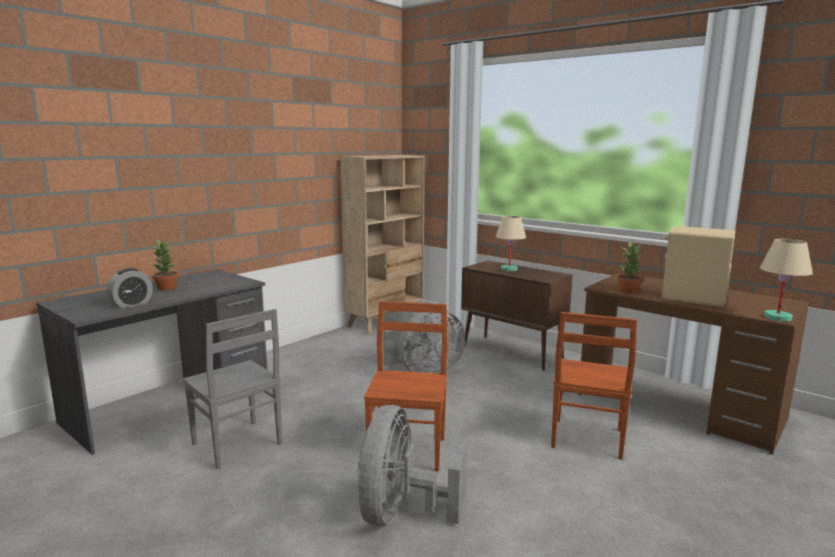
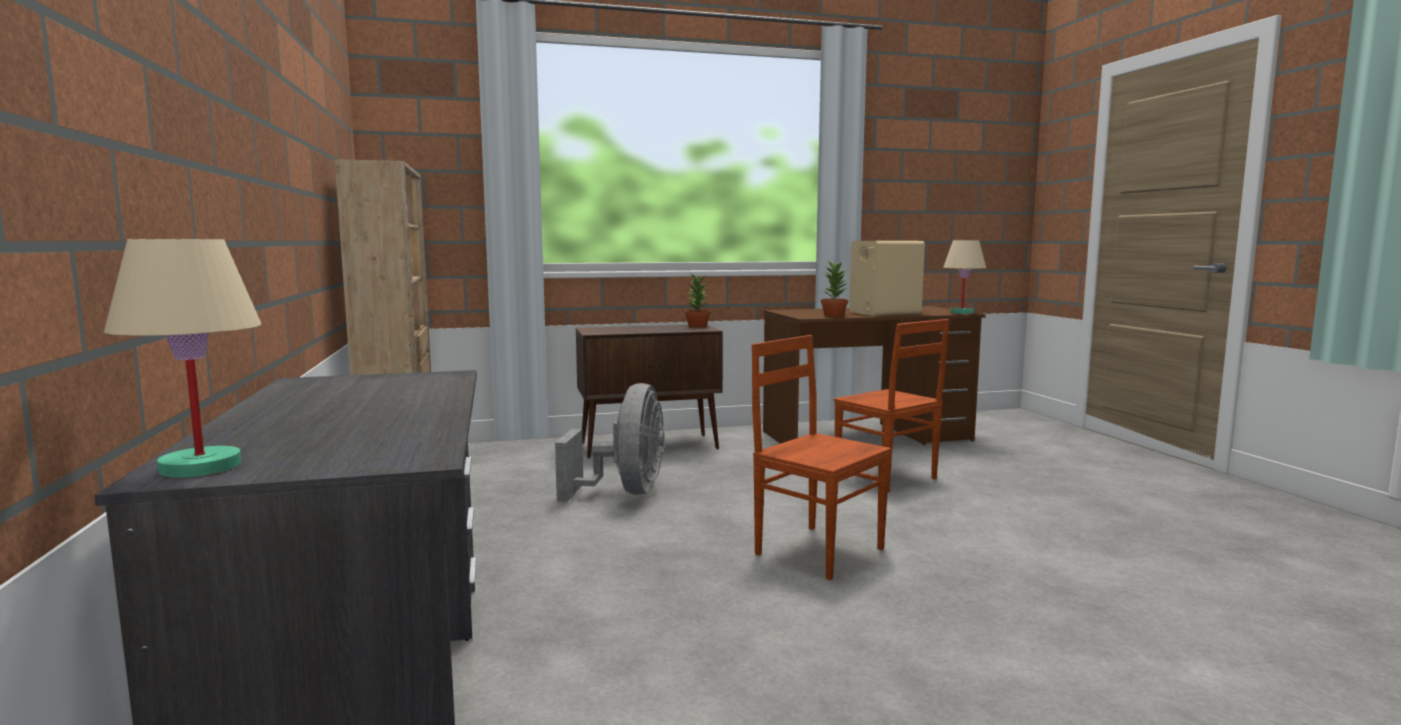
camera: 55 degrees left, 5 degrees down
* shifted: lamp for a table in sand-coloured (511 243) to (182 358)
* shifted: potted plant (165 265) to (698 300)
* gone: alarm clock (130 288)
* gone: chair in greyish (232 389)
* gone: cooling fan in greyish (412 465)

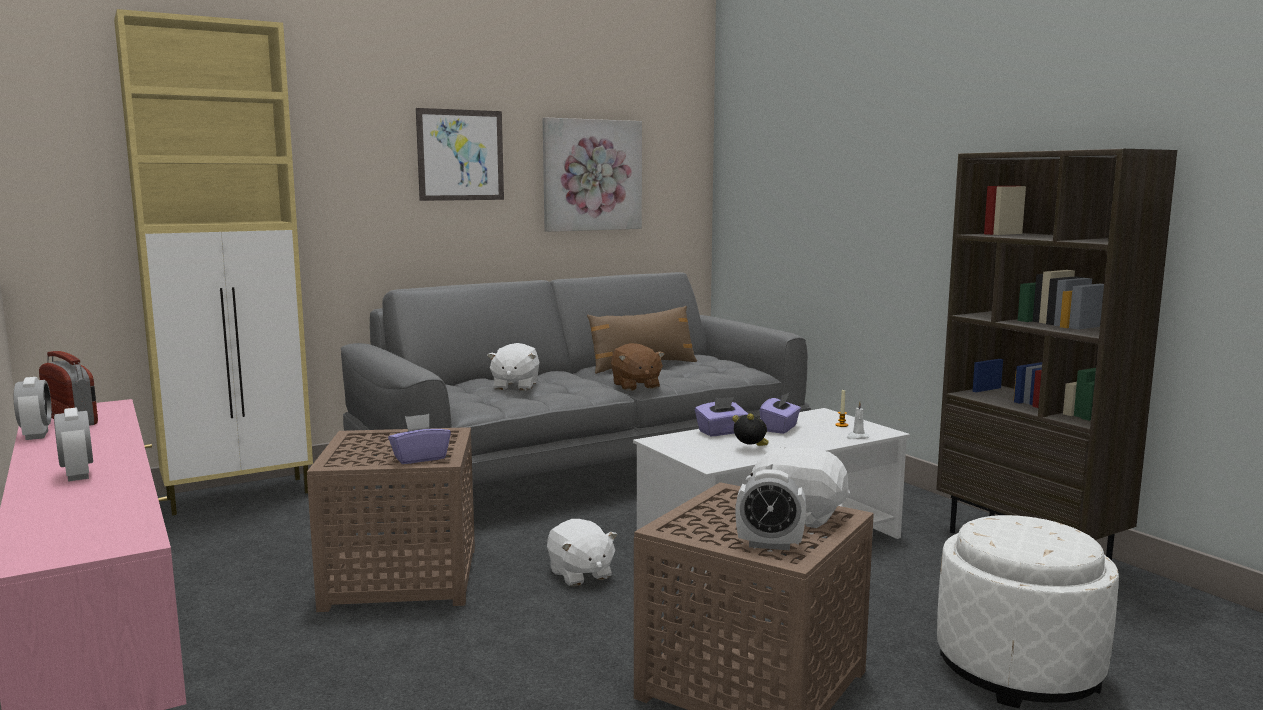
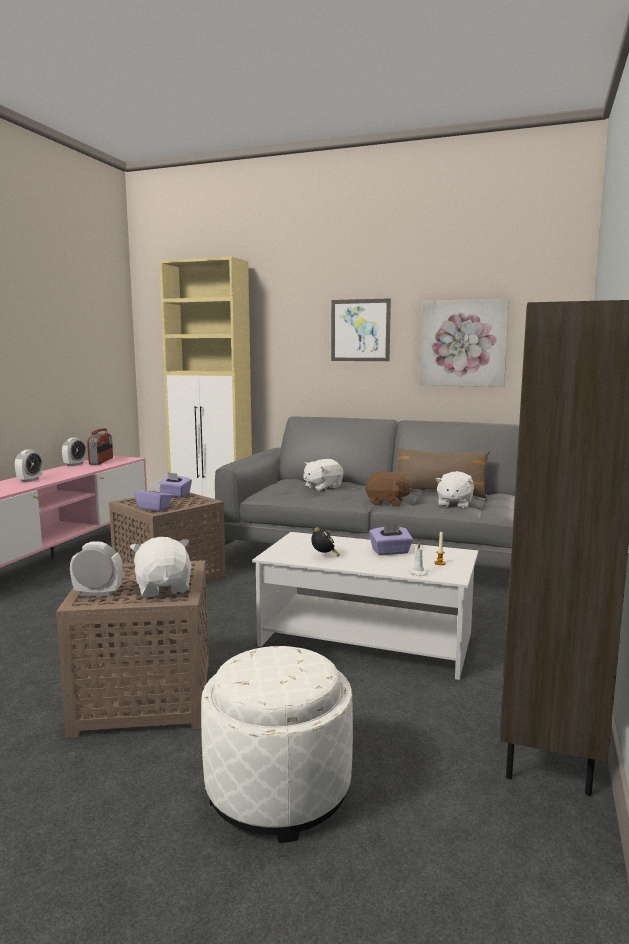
camera: 50 degrees right, 0 degrees up
* rotated: alarm clock (770 510) = (96 568) 120 degrees clockwise
* shifted: tissue box in purplish (721 416) to (175 484)
* rotated: soft toy in brownish (637 367) = (389 488) 105 degrees counterclockwise
* shifted: soft toy in white (582 553) to (454 489)

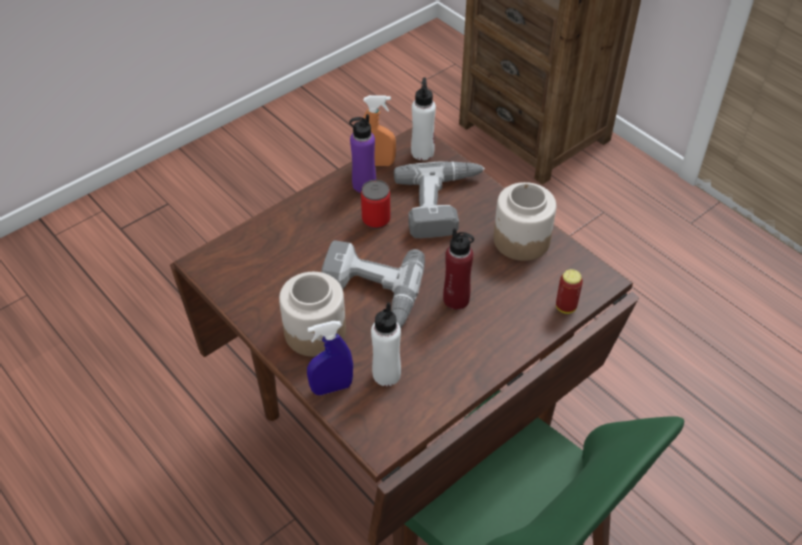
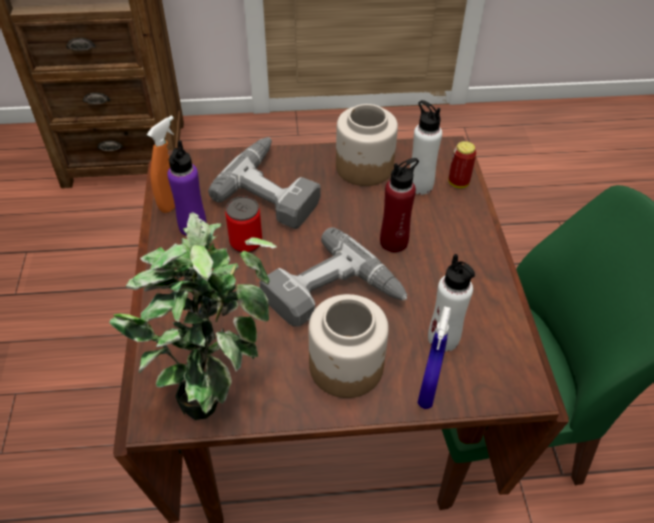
camera: 55 degrees left, 0 degrees up
* new: potted plant (193 316)
* shifted: bottle in white (423 118) to (426 147)

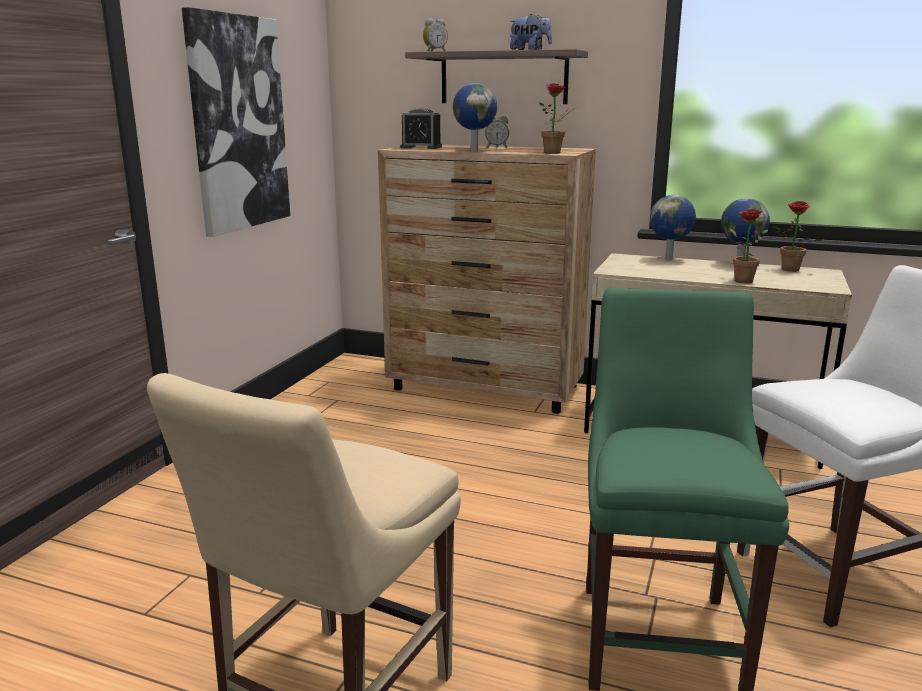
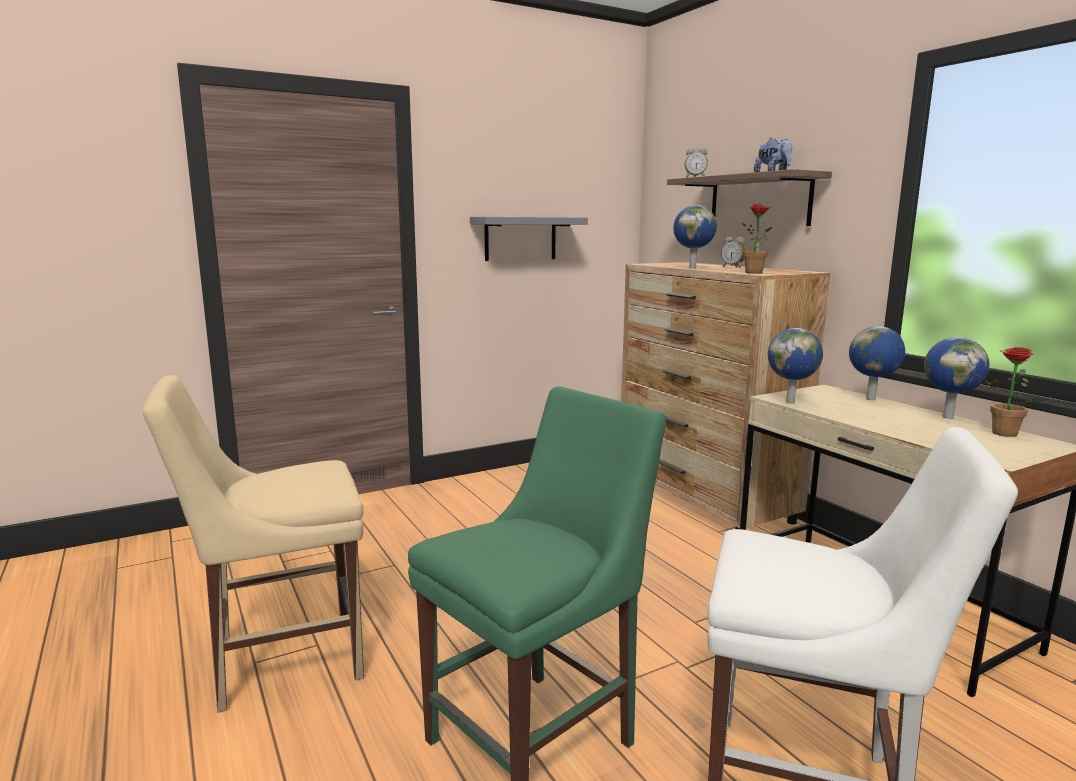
camera: 40 degrees right, 5 degrees down
* swapped: wall art (236 122) to shelf in greyish (529 239)
* new: desk globe (795 366)
* gone: alarm clock (421 129)
* gone: potted plant (749 246)

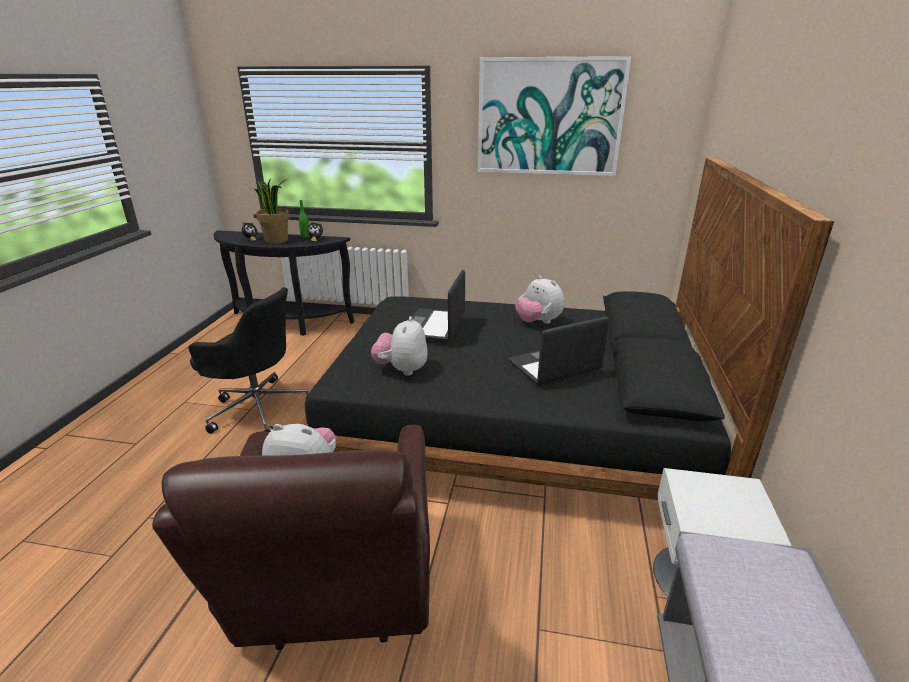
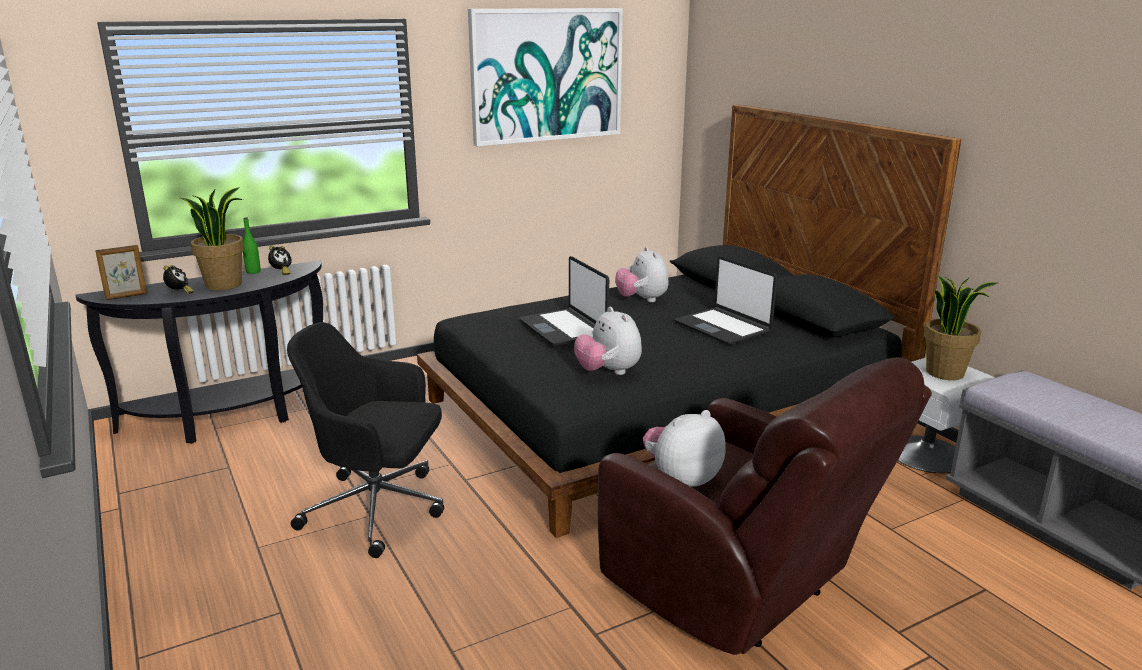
camera: 40 degrees left, 5 degrees down
* new: photo frame (121 272)
* rotated: desk chair in black-coloured (248 360) = (365 440) 150 degrees counterclockwise
* rotated: soft toy (539 299) = (642 274) 60 degrees clockwise
* rotated: laptop (559 350) = (726 300) 60 degrees counterclockwise
* new: potted plant (961 327)

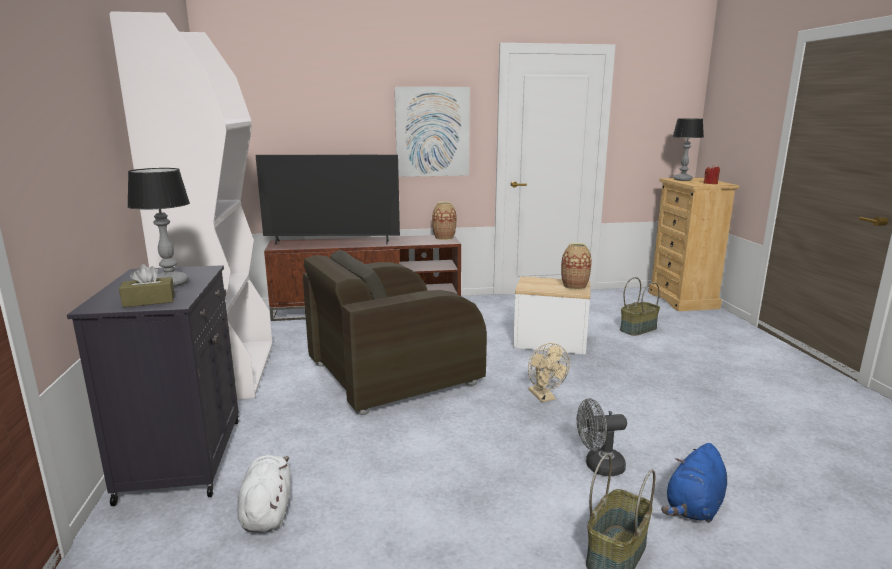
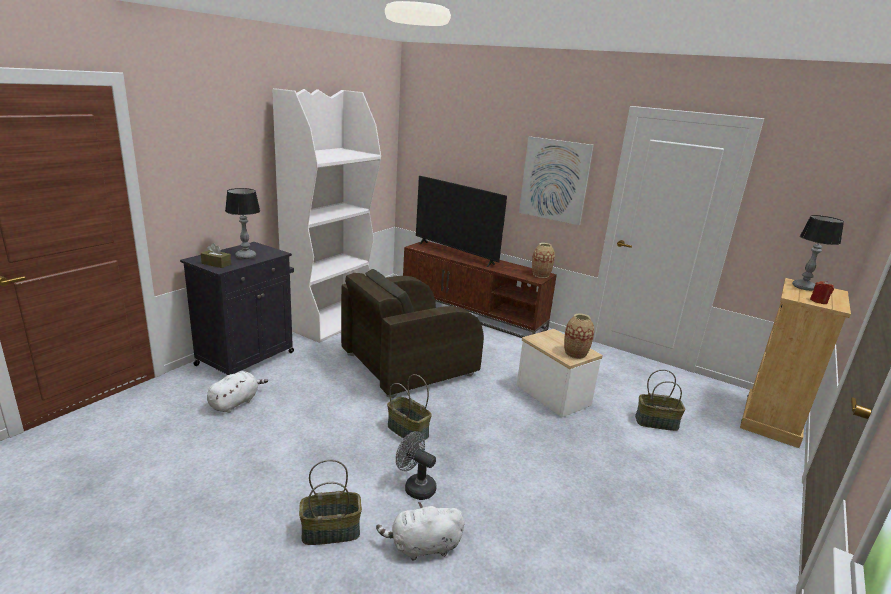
camera: 40 degrees right, 5 degrees up
* rotated: armchair in brownish (395 332) = (412 333) 45 degrees counterclockwise
* repainted: soft toy in bluish (694 483) to soft toy in white (420 531)
* new: basket (409 409)
* gone: cooling fan in sand-coloured (549 372)

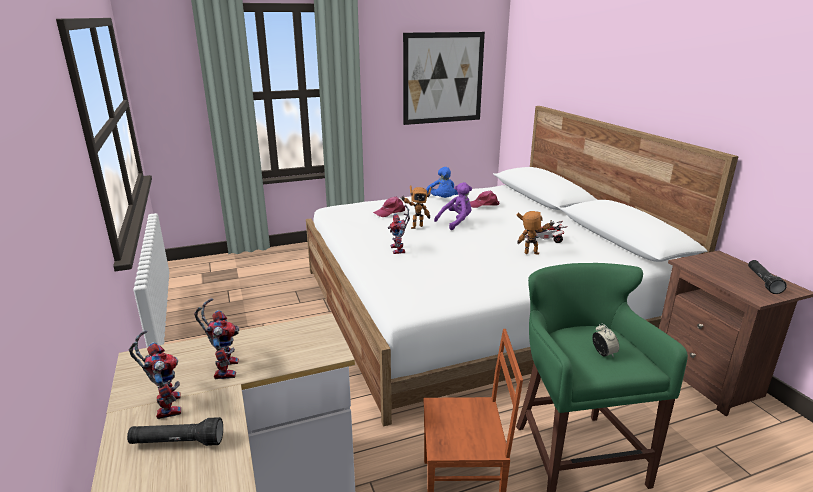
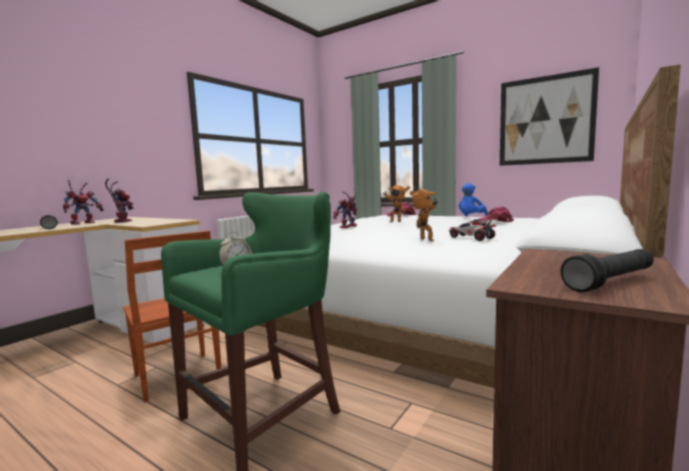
camera: 55 degrees right, 15 degrees down
* rotated: toy robot (216 338) = (119 200) 60 degrees counterclockwise
* gone: soft toy in purplish (453 206)

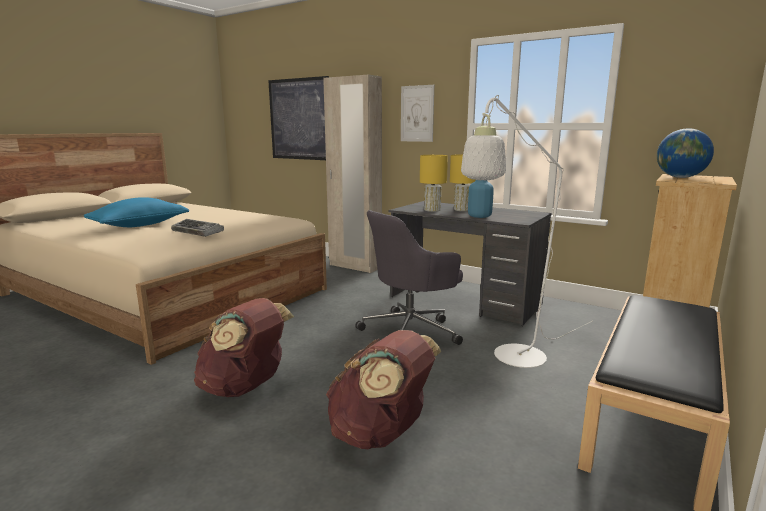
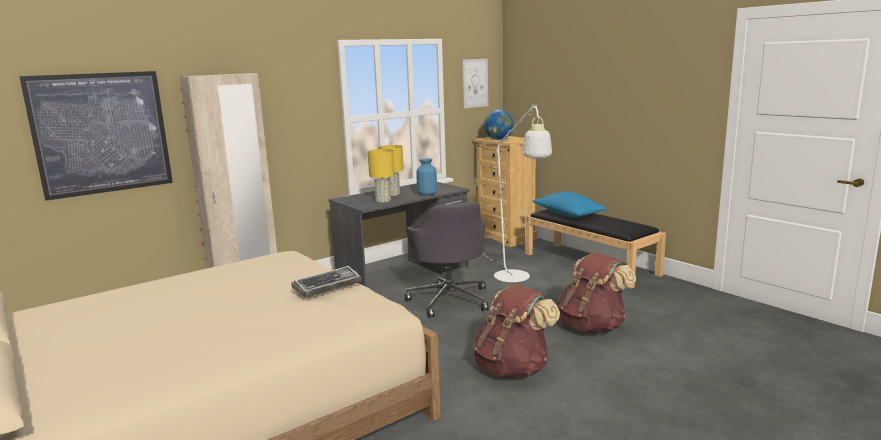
camera: 70 degrees left, 0 degrees up
* shifted: wall art (417 113) to (475 83)
* shifted: pillow in bluish (136 212) to (570 204)

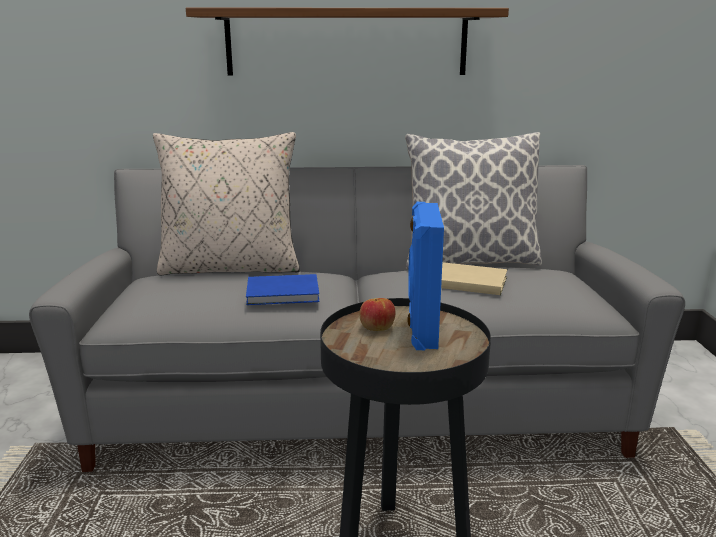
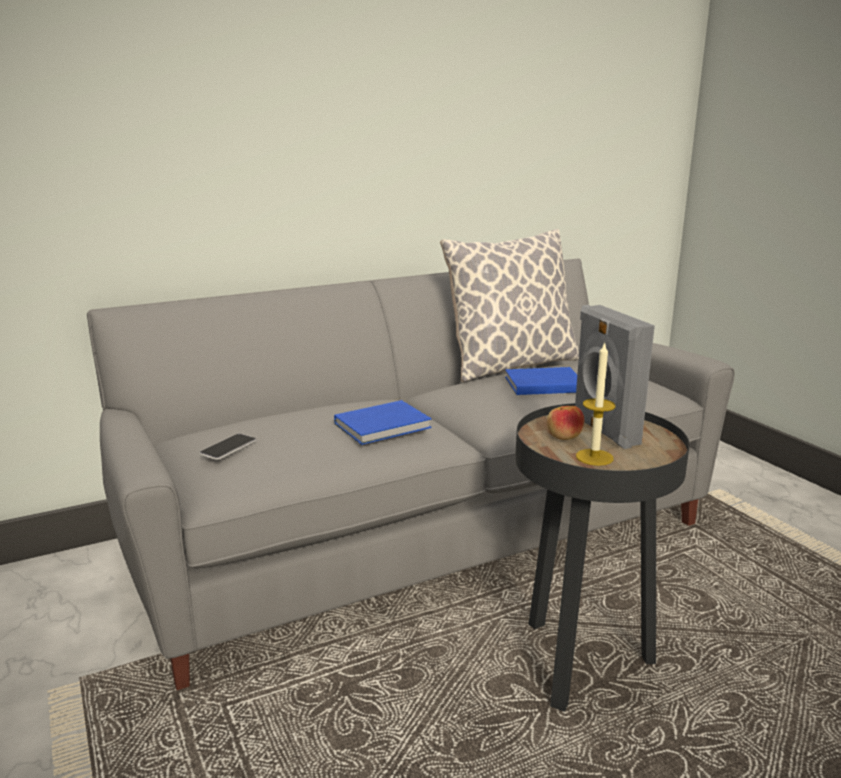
camera: 25 degrees left, 0 degrees up
* new: phone (228 447)
* repainted: bound book in sand-coloured (474 278) to bound book in bluish (541 381)
* repainted: audio speaker in bluish (426 276) to audio speaker in greyish (615 377)
* new: candle (596 403)
* gone: pillow in sand-coloured (226 204)
* gone: shelf (347 41)

